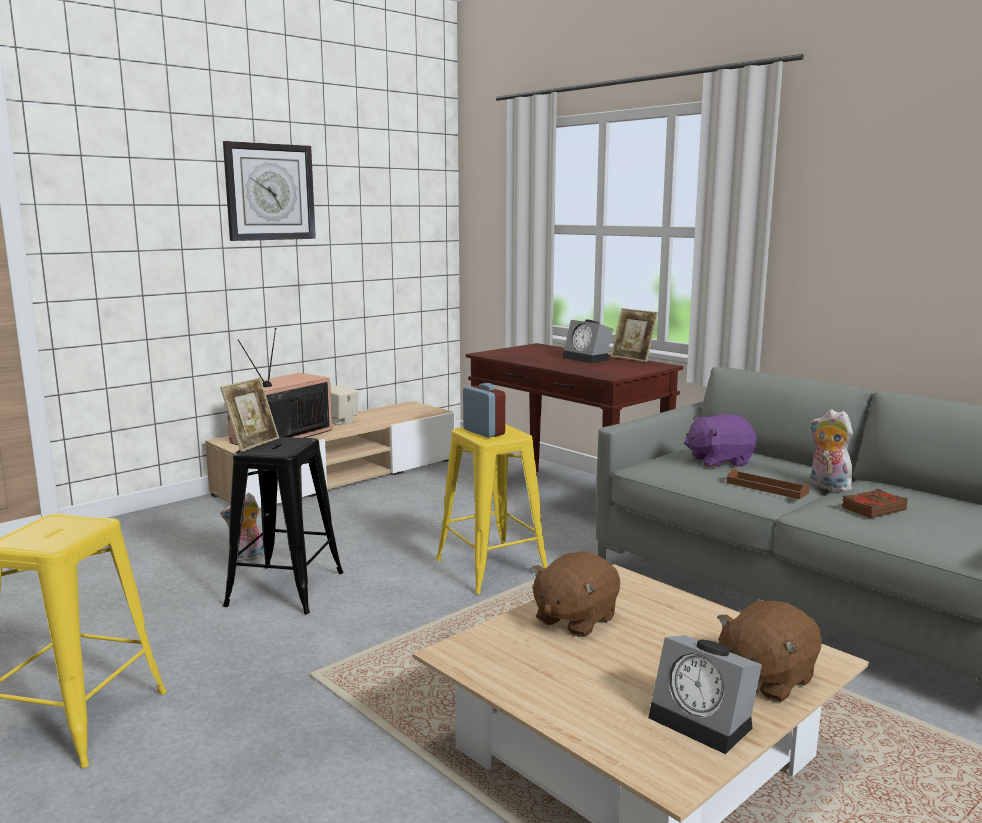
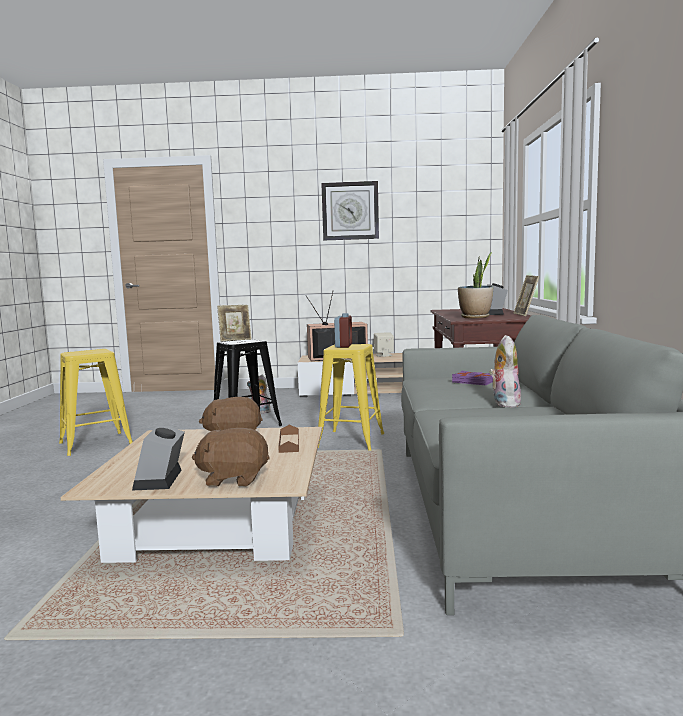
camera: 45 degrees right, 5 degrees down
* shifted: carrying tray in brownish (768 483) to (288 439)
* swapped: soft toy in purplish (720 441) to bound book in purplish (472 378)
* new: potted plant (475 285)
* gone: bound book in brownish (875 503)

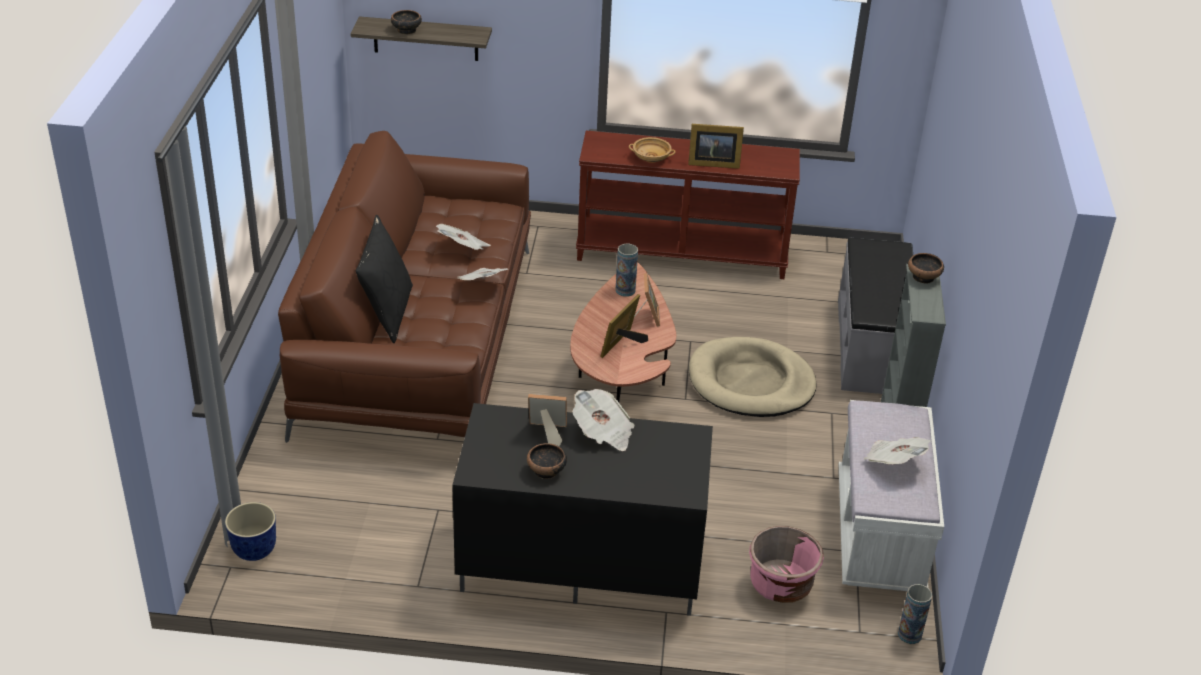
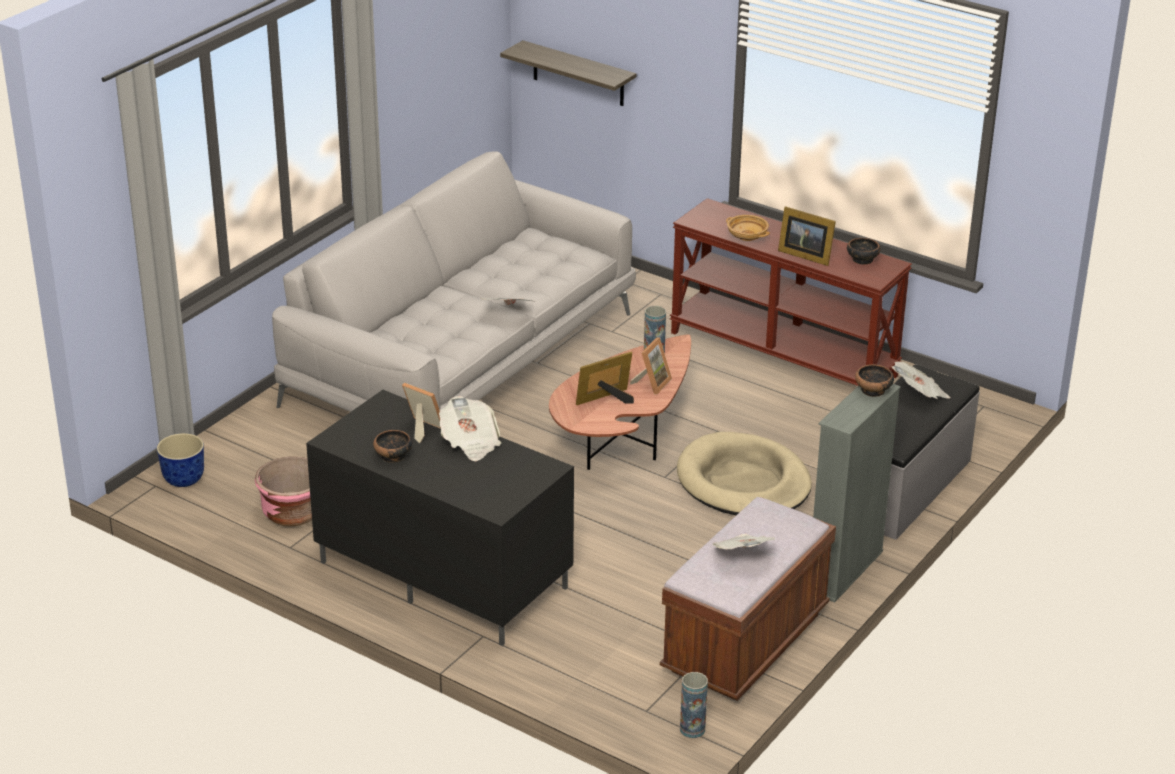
camera: 30 degrees right, 5 degrees down
* shifted: plant pot in pink-coloured (786 564) to (283 491)
* repainted: sofa in brownish (404 287) to sofa in greyish (454 281)
* repainted: bench in white (891 495) to bench in brownish (748 599)
* shifted: serving bowl (406 22) to (863 251)
* shifted: printed paper (463 237) to (921 380)
* gone: pillow in black-coloured (384 279)

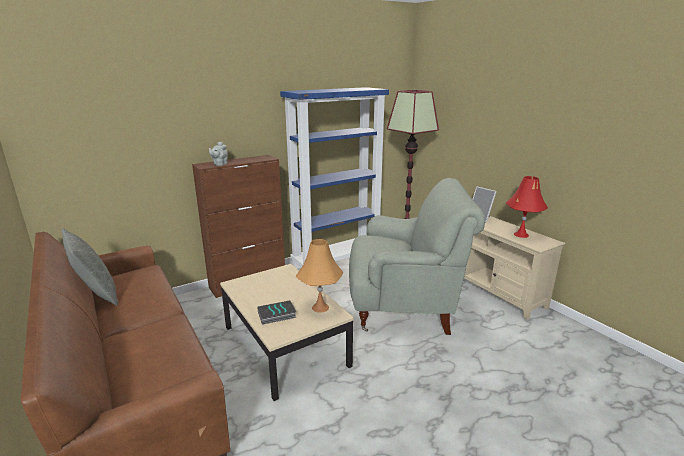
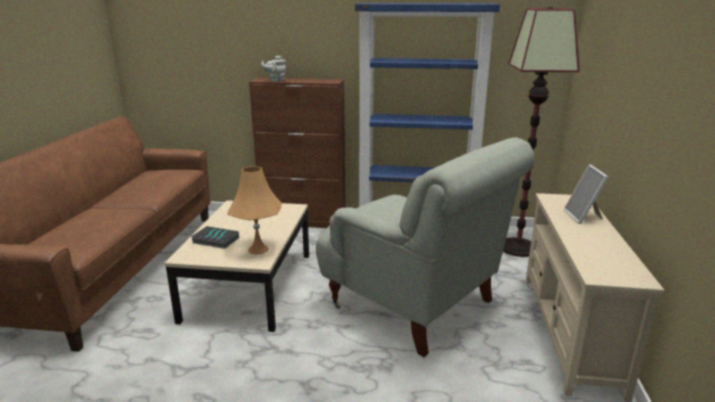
camera: 40 degrees right, 0 degrees up
* gone: pillow in greyish (90 267)
* gone: lamp for a table in reddish (527 207)

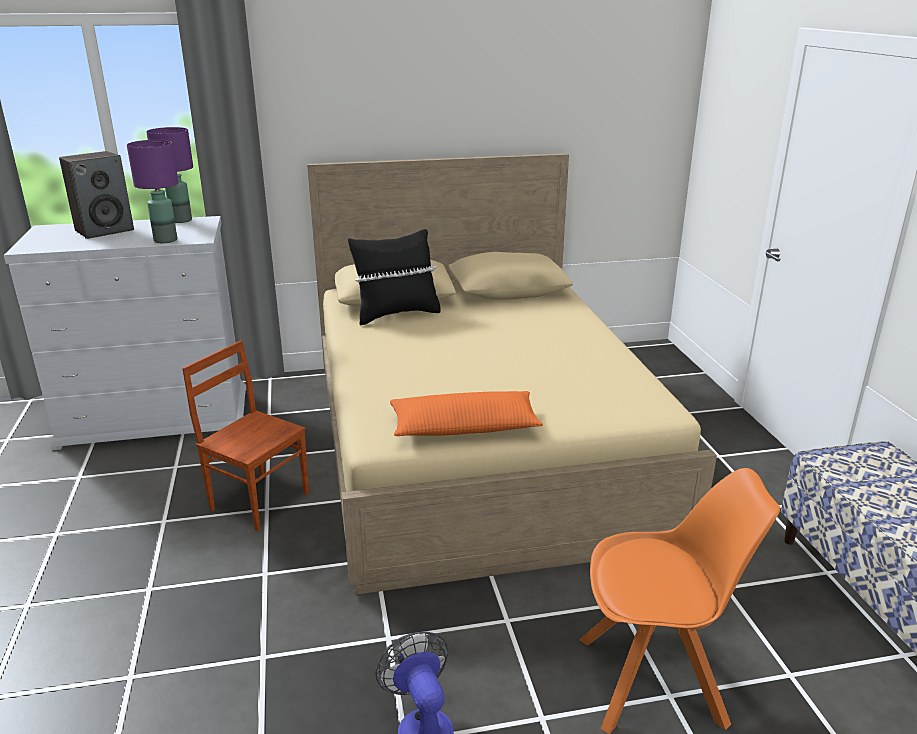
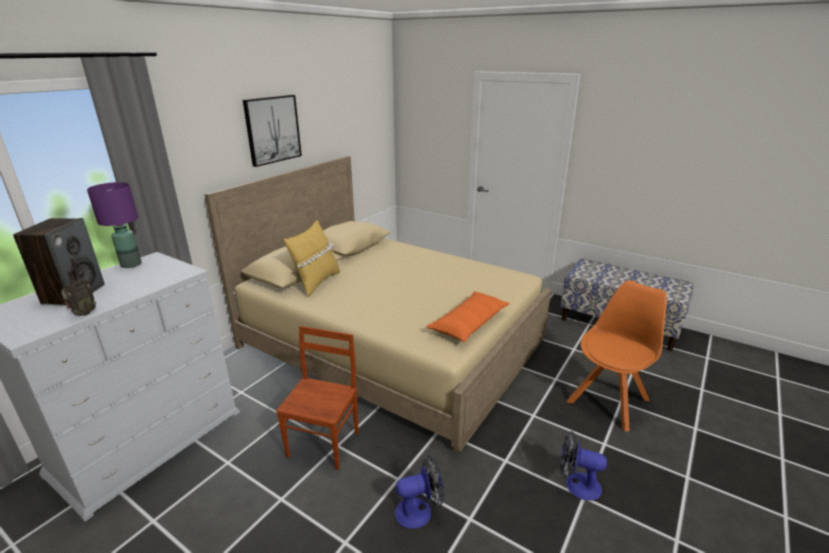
camera: 45 degrees left, 0 degrees up
* new: radio set (78 287)
* new: wall art (272 131)
* rotated: chair in brownish (245 435) = (317 398) 120 degrees clockwise
* repainted: pillow in black-coloured (394 277) to pillow in yellow (312 258)
* new: cooling fan (419 492)
* gone: lamp for a table in purplish (152 191)

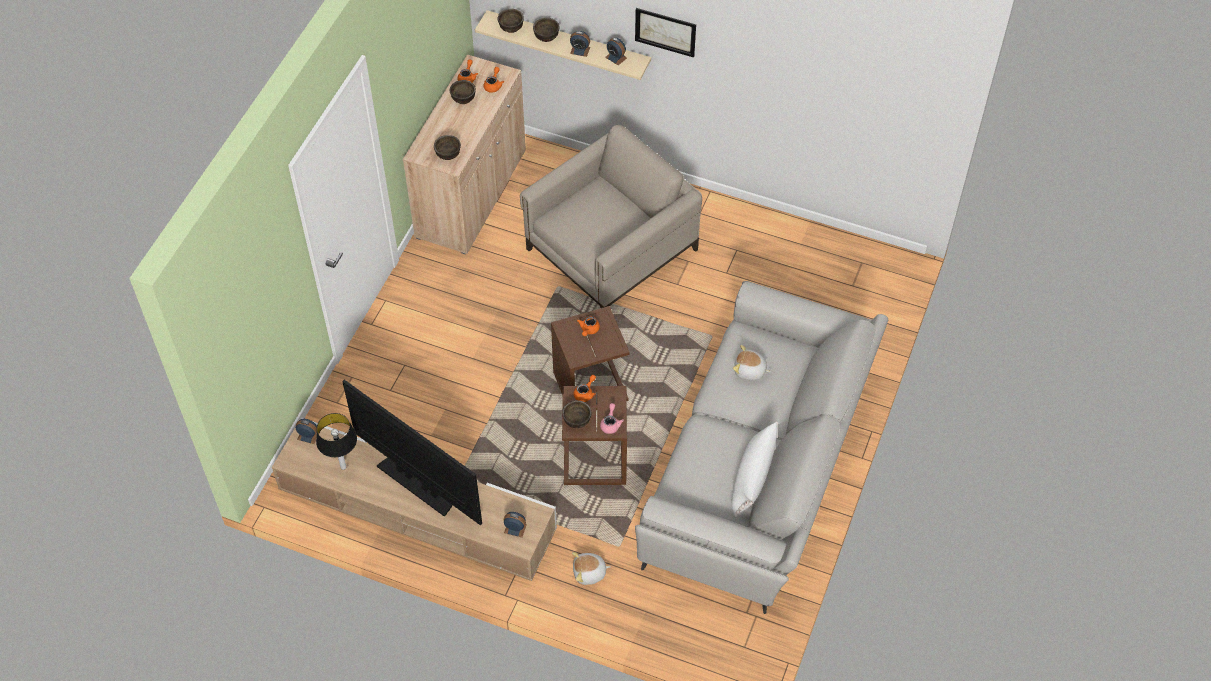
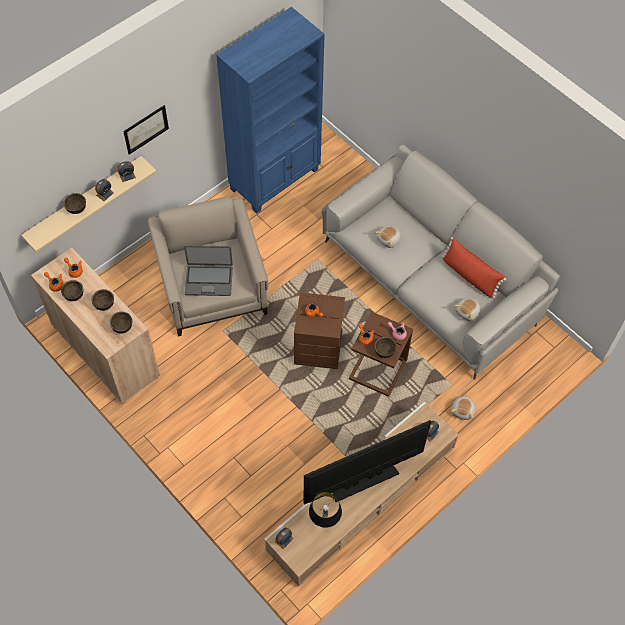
camera: 65 degrees left, 5 degrees up
* shifted: serving bowl in brownish (511 21) to (103 300)
* new: laptop (208 270)
* new: bookshelf in bluish (270 110)
* repainted: pillow in white (755 469) to pillow in reddish (473 268)
* new: soft toy (467 309)

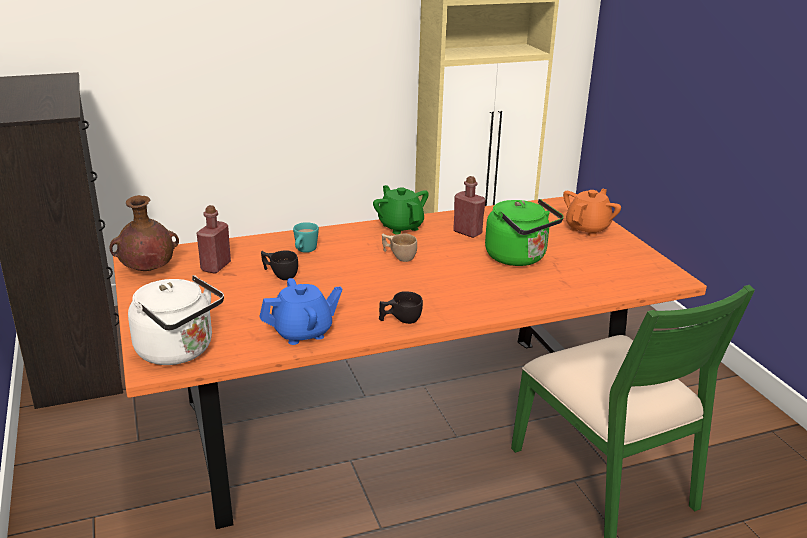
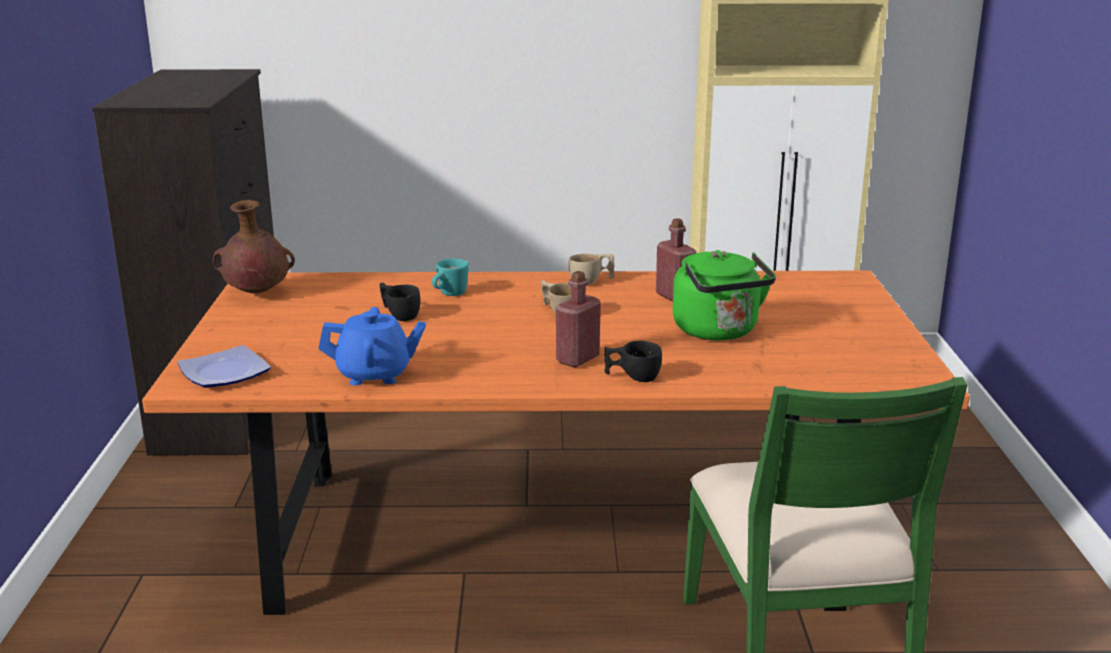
camera: 20 degrees right, 5 degrees down
* swapped: kettle in white (176 320) to dinner plate (224 366)
* shifted: bottle in reddish (214 239) to (578 319)
* swapped: tea pot in green (401 209) to drinking cup in sand-coloured (591 269)
* shifted: drinking cup in black-coloured (401 307) to (633 361)
* gone: tea pot in orange-coloured (592 213)

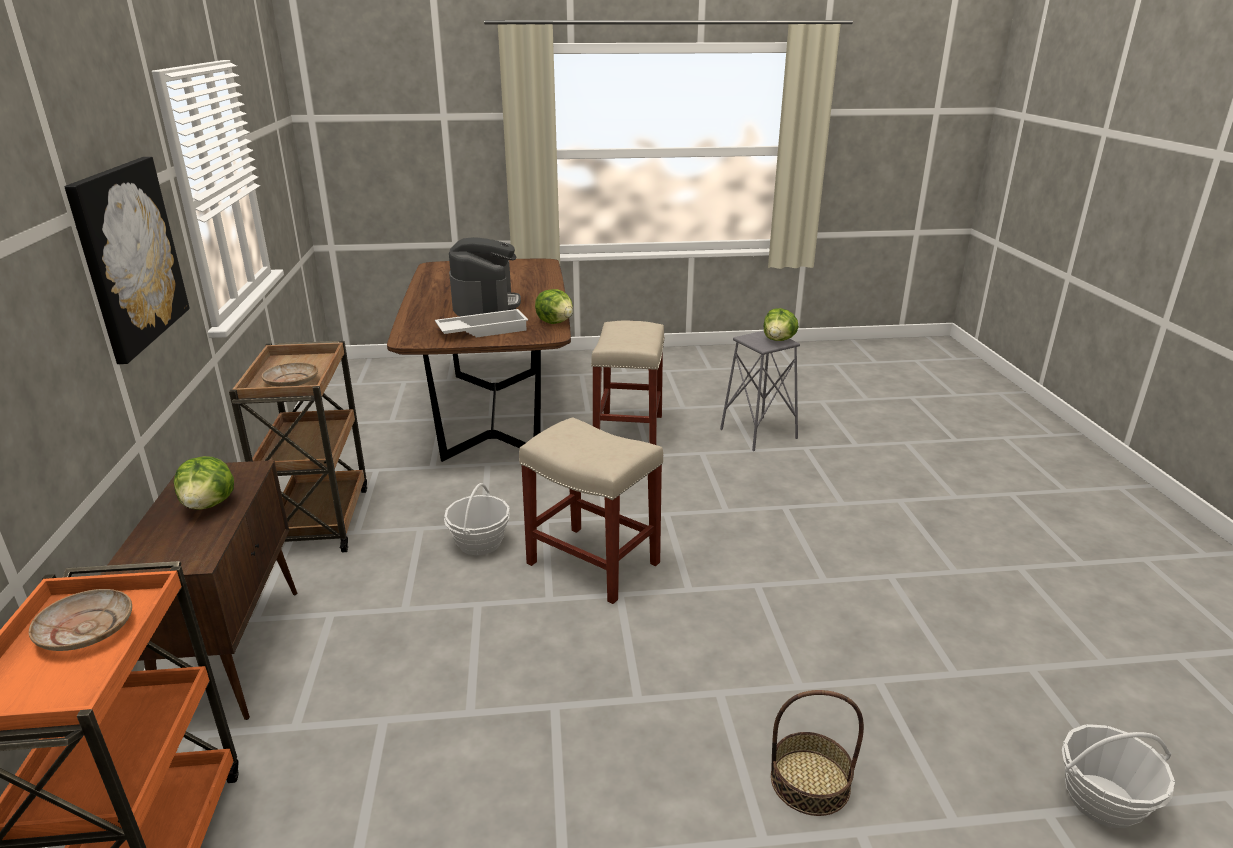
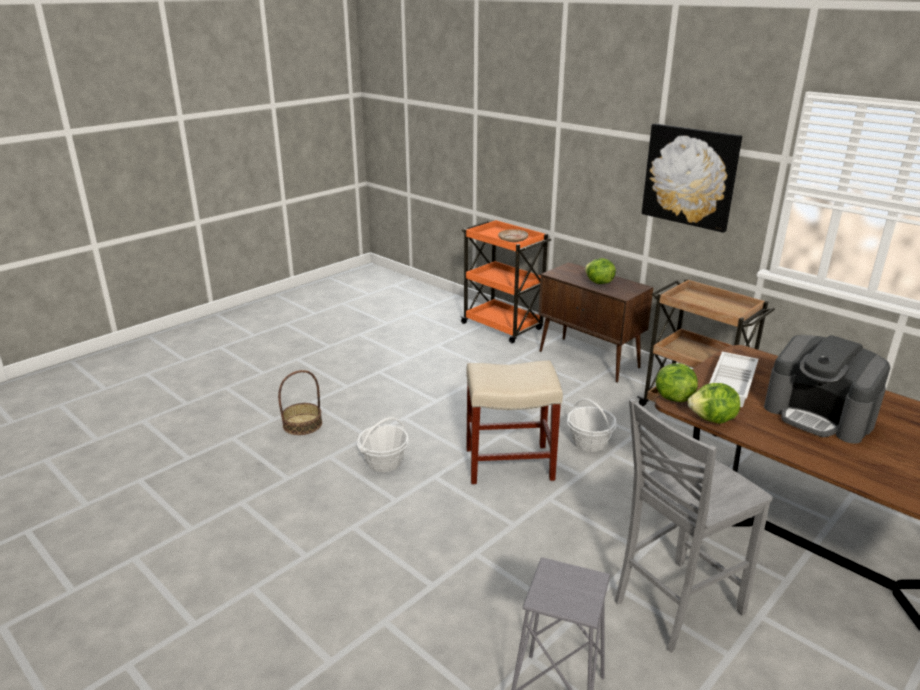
camera: 140 degrees right, 0 degrees up
* shifted: basket (1118 776) to (382 444)
* swapped: sitting stool in sand-coloured (628 383) to chair in greyish (694 525)
* shifted: head of lettuce (781 324) to (677 382)
* gone: dinner plate in sand-coloured (290 375)

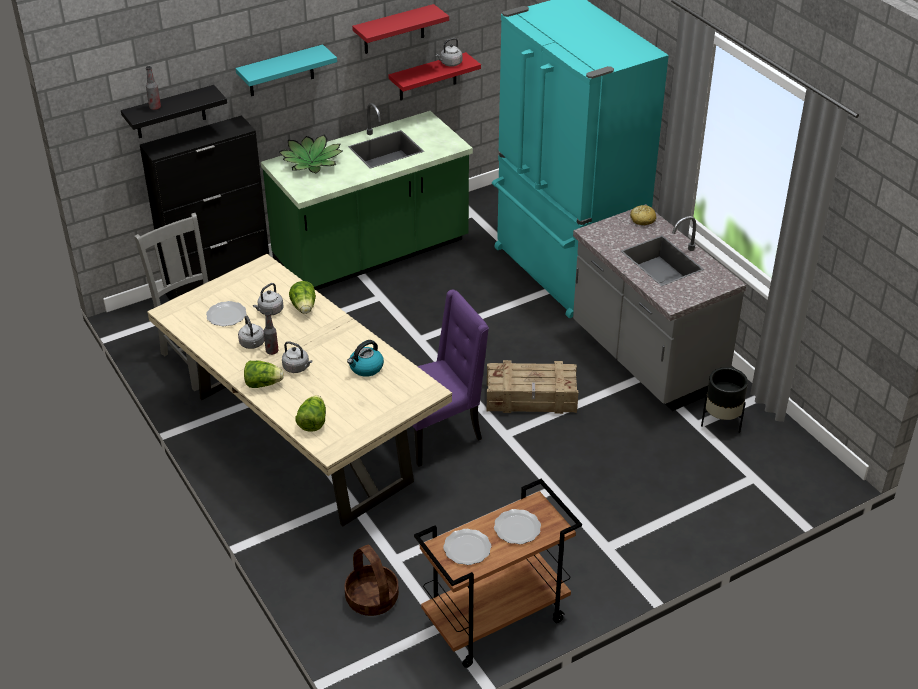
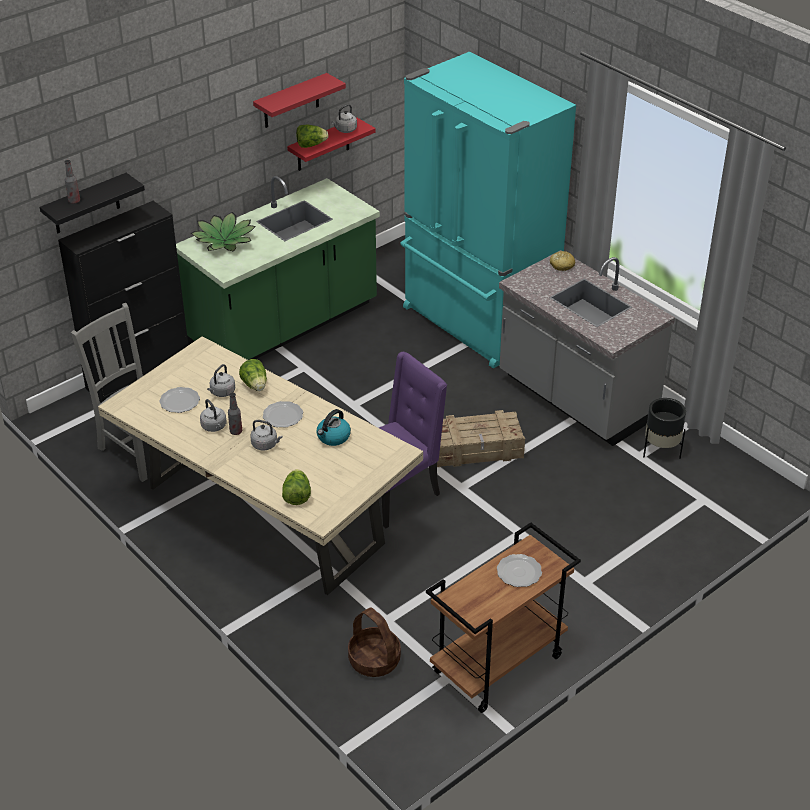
camera: 10 degrees left, 0 degrees up
* shifted: dinner plate (467 547) to (283 414)
* shifted: head of lettuce (264 374) to (312 136)
* gone: shelf in blue-green (286 70)

